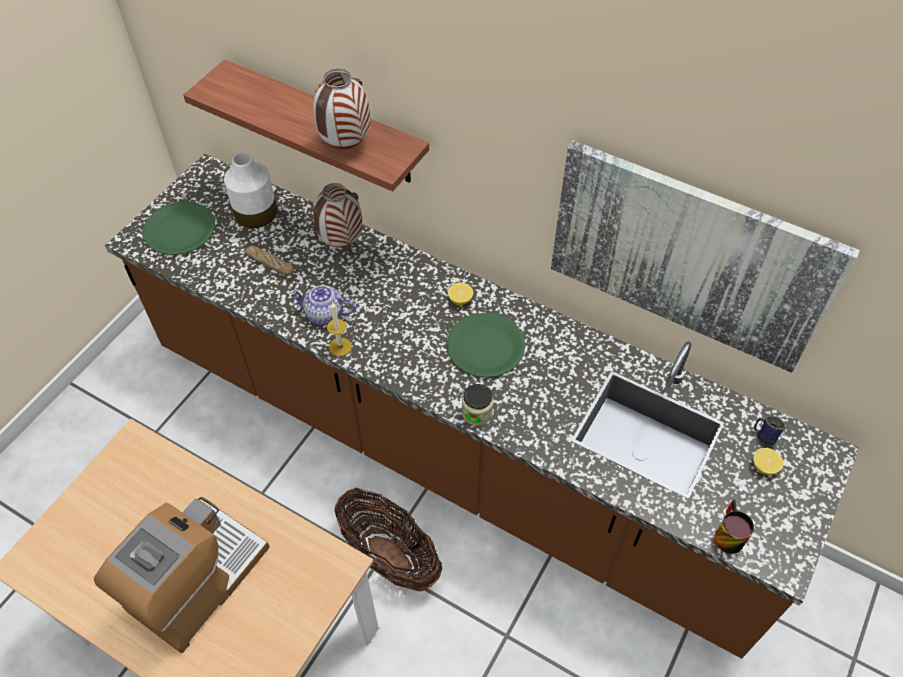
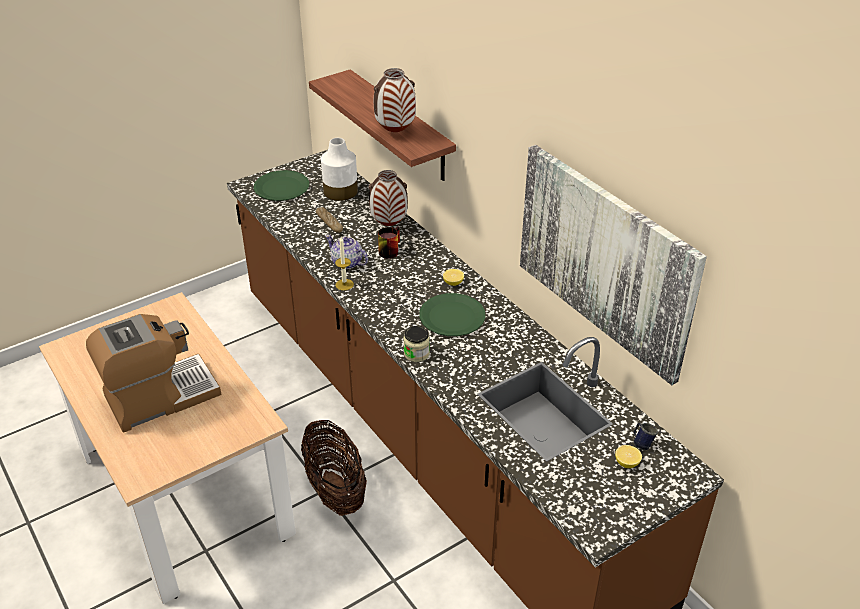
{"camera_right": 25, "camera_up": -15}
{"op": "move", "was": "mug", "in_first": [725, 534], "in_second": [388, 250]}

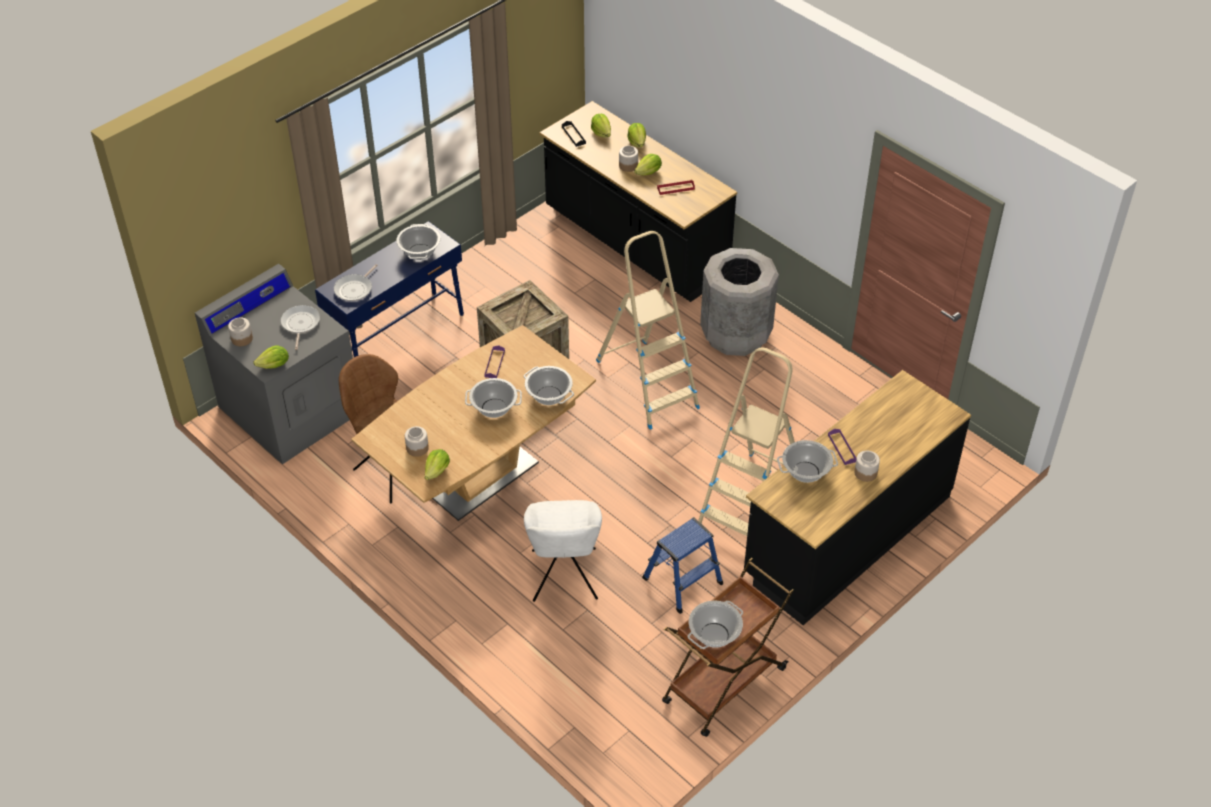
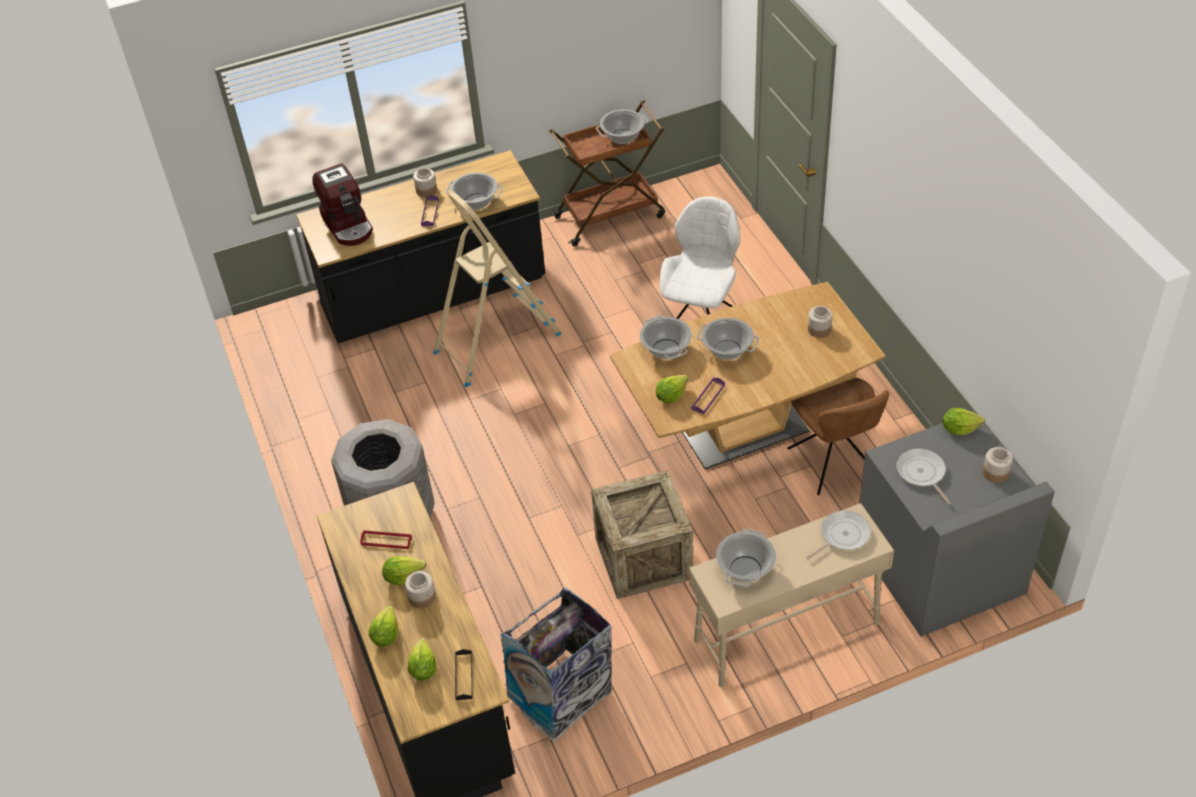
{"camera_right": -155, "camera_up": 0}
{"op": "delete", "was": "beige step ladder", "in_first": [647, 384]}
{"op": "delete", "was": "blue step ladder", "in_first": [682, 580]}
{"op": "insert", "now": "coffee machine", "in_second": [348, 225]}
{"op": "insert", "now": "trash can", "in_second": [561, 693]}
{"op": "move", "was": "lettuce", "in_first": [437, 471], "in_second": [671, 396]}
{"op": "recolor", "was": "blue console table", "now": "beige console table", "in_first": [398, 336], "in_second": [785, 631]}
{"op": "rotate", "was": "frying pan", "in_first": [300, 324], "in_second": [922, 473], "clockwise": 135}

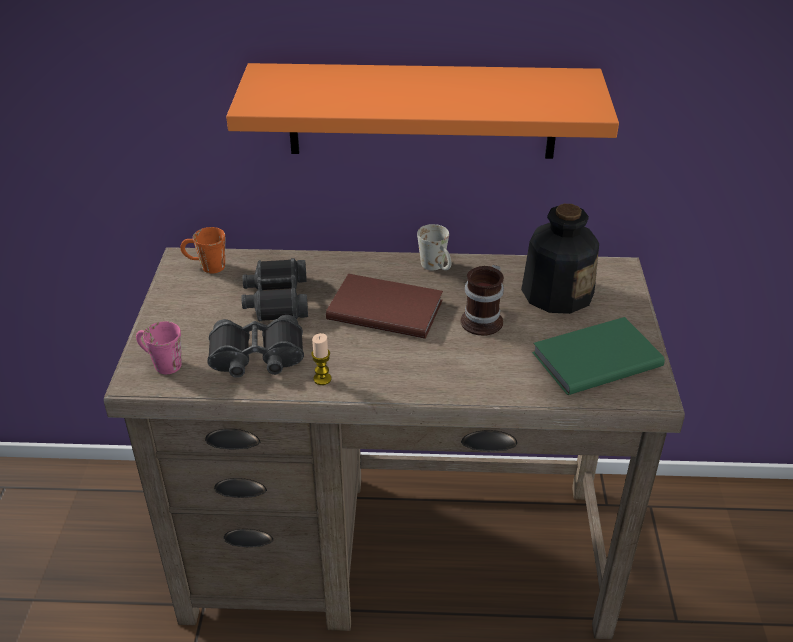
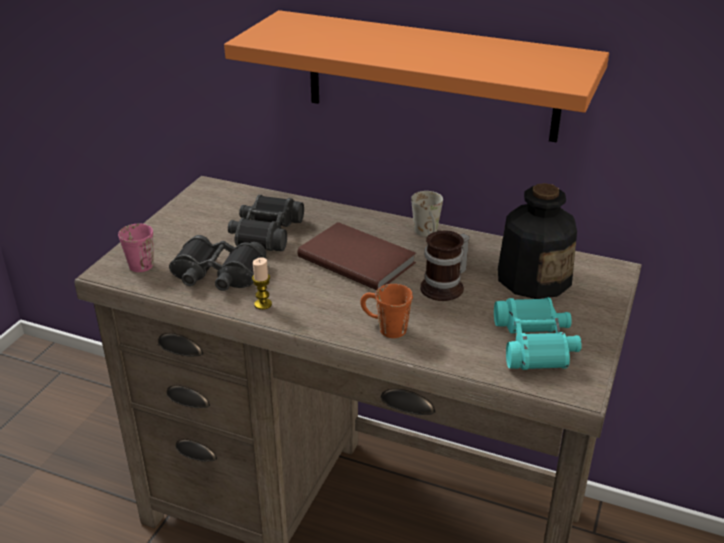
{"camera_right": 20, "camera_up": -5}
{"op": "move", "was": "orange mug", "in_first": [205, 266], "in_second": [384, 327]}
{"op": "replace", "was": "green book", "now": "turquoise binoculars", "in_first": [593, 358], "in_second": [535, 344]}

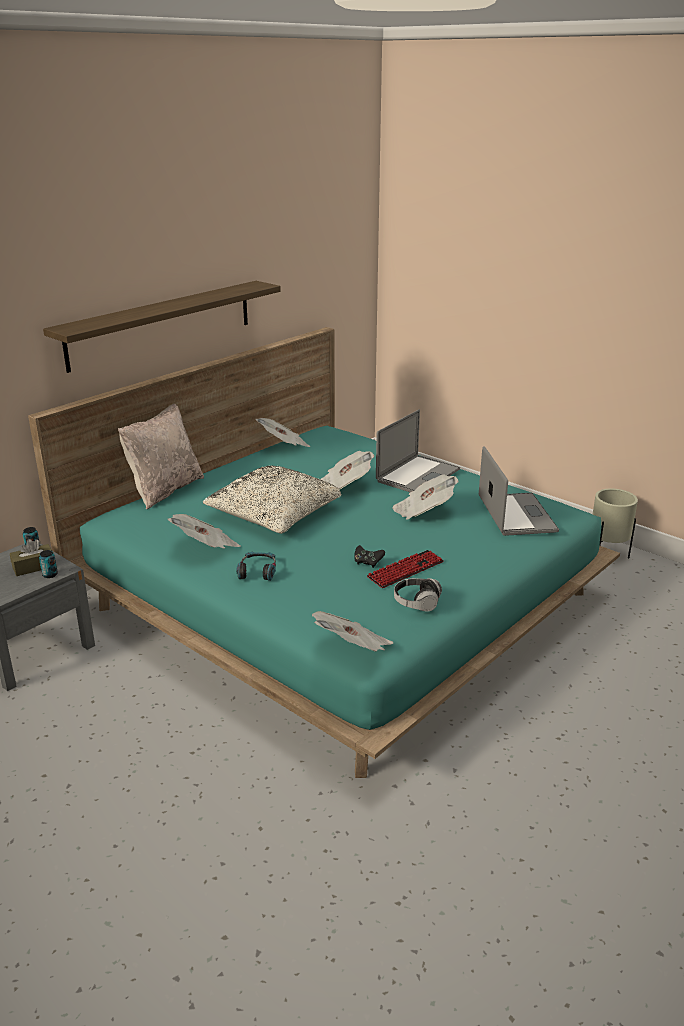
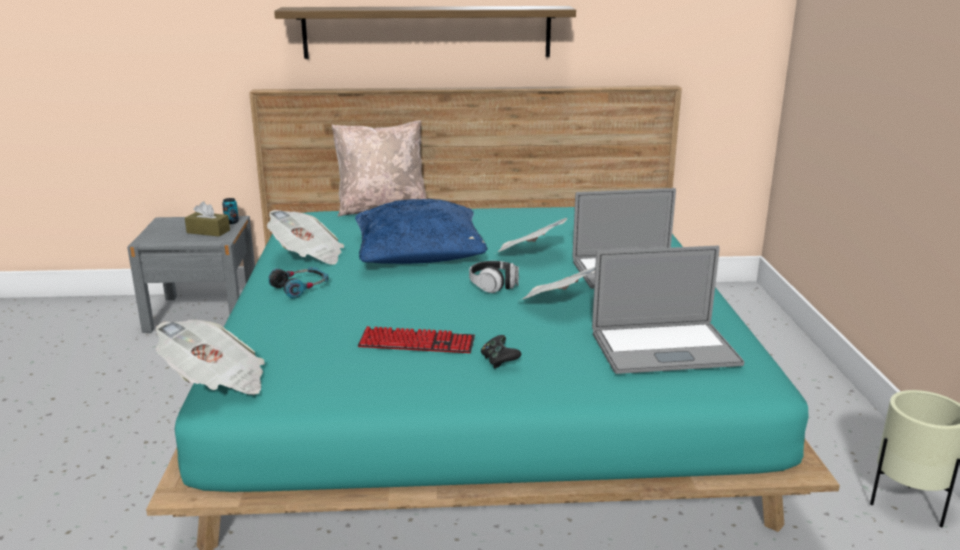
{"camera_right": 45, "camera_up": -5}
{"op": "delete", "was": "can", "in_first": [50, 575]}
{"op": "delete", "was": "newspaper", "in_first": [284, 445]}
{"op": "move", "was": "black game controller", "in_first": [367, 562], "in_second": [499, 361]}
{"op": "move", "was": "headphones", "in_first": [416, 603], "in_second": [494, 286]}
{"op": "recolor", "was": "beige pillow", "now": "blue pillow", "in_first": [275, 512], "in_second": [420, 252]}
{"op": "rotate", "was": "laptop", "in_first": [516, 514], "in_second": [664, 348], "clockwise": 45}

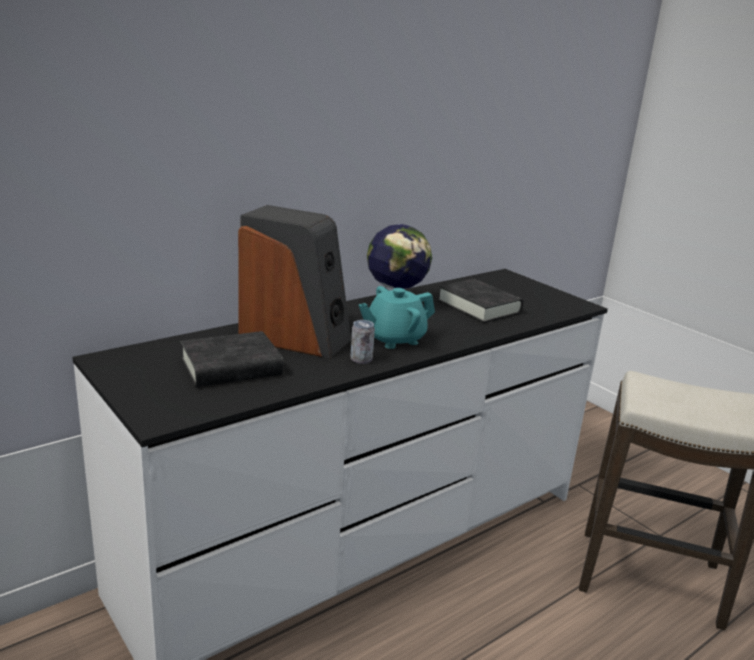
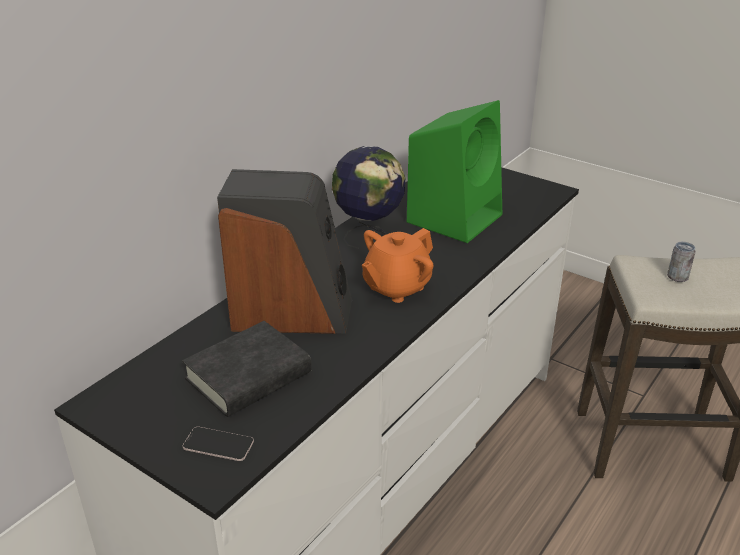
{"camera_right": -15, "camera_up": 10}
{"op": "insert", "now": "phone", "in_second": [218, 444]}
{"op": "move", "was": "can", "in_first": [361, 359], "in_second": [677, 277]}
{"op": "replace", "was": "black book", "now": "green speaker", "in_first": [479, 307], "in_second": [455, 217]}
{"op": "recolor", "was": "turquoise teapot", "now": "orange teapot", "in_first": [394, 339], "in_second": [396, 287]}

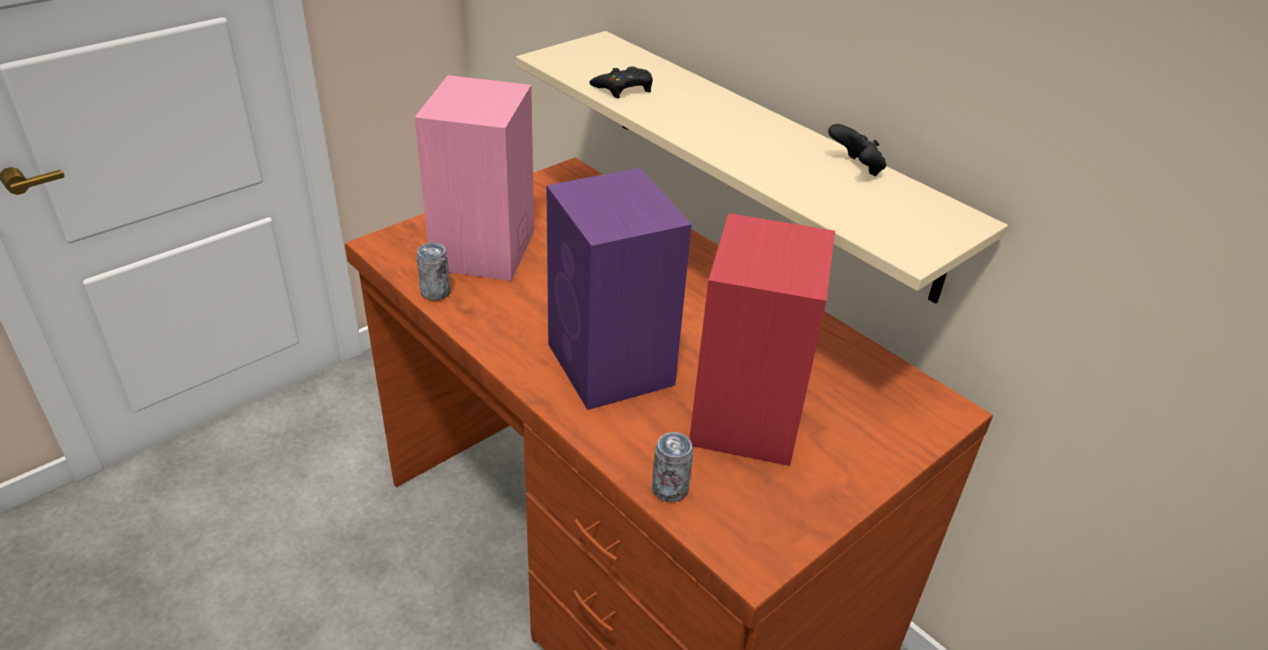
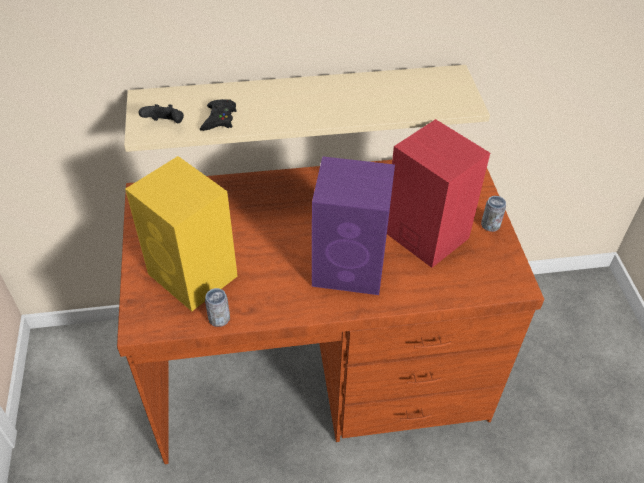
{"camera_right": -55, "camera_up": 10}
{"op": "move", "was": "can", "in_first": [669, 489], "in_second": [490, 225]}
{"op": "move", "was": "black game controller", "in_first": [855, 168], "in_second": [165, 125]}
{"op": "recolor", "was": "pink speaker", "now": "yellow speaker", "in_first": [483, 251], "in_second": [194, 276]}

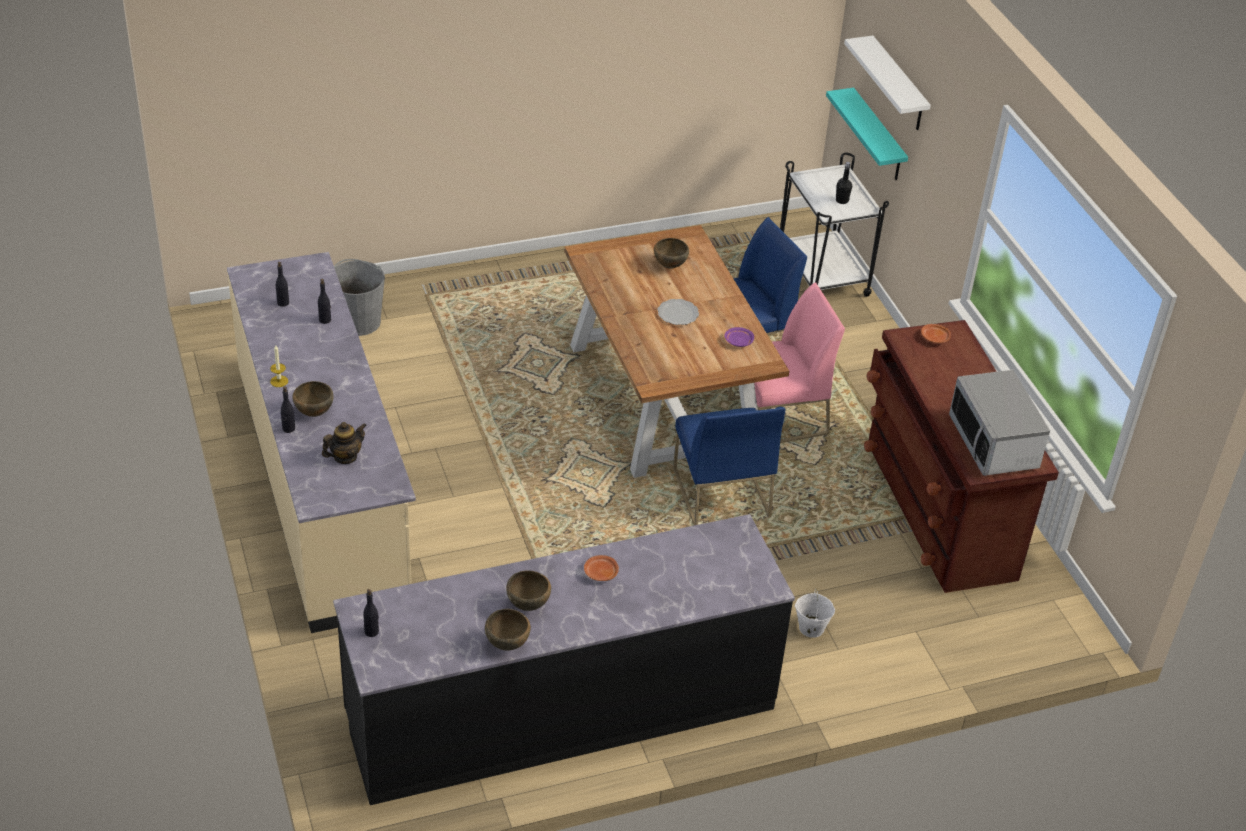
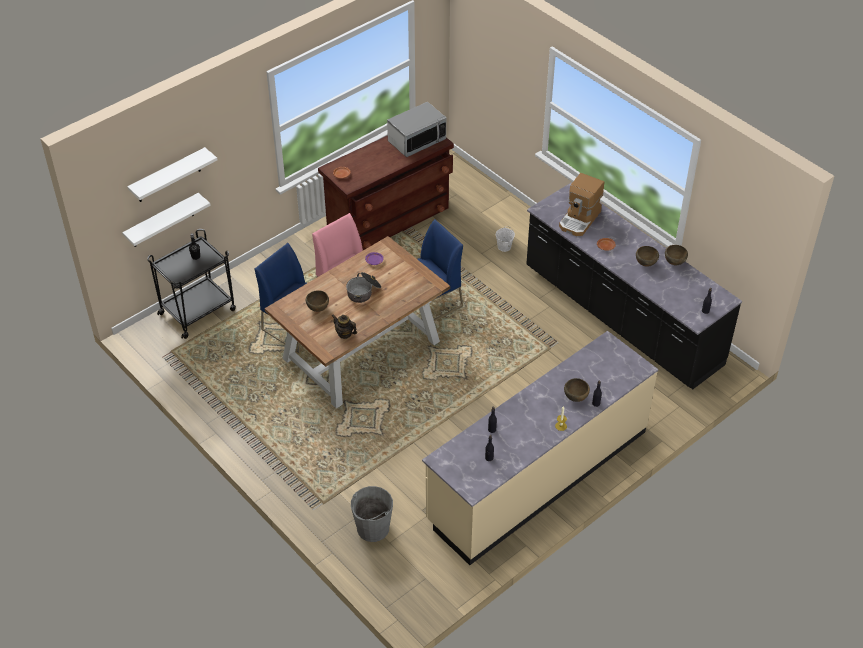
{"camera_right": -110, "camera_up": 5}
{"op": "insert", "now": "coffee machine", "in_second": [580, 219]}
{"op": "move", "was": "teapot", "in_first": [345, 457], "in_second": [344, 334]}
{"op": "replace", "was": "plate", "now": "cooking pot", "in_first": [678, 313], "in_second": [364, 292]}
{"op": "recolor", "was": "white cart", "now": "black cart", "in_first": [822, 277], "in_second": [198, 311]}
{"op": "recolor", "was": "turquoise shelf", "now": "white shelf", "in_first": [877, 136], "in_second": [162, 221]}

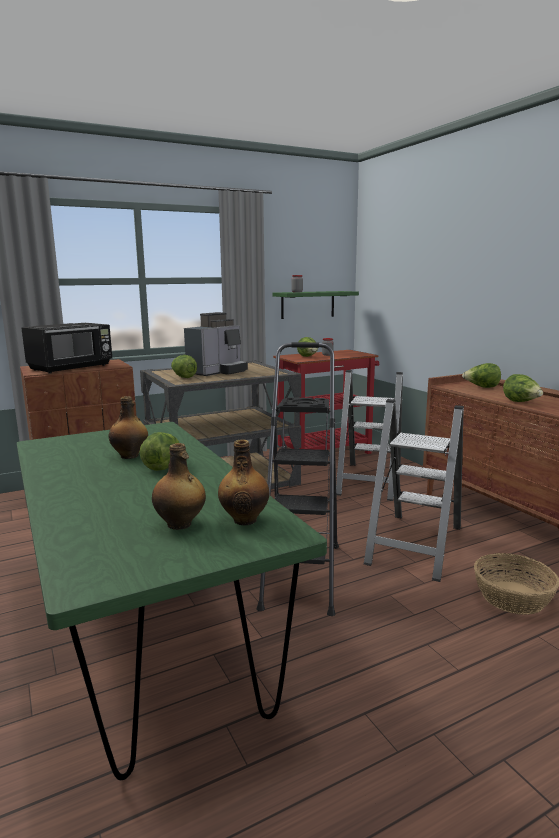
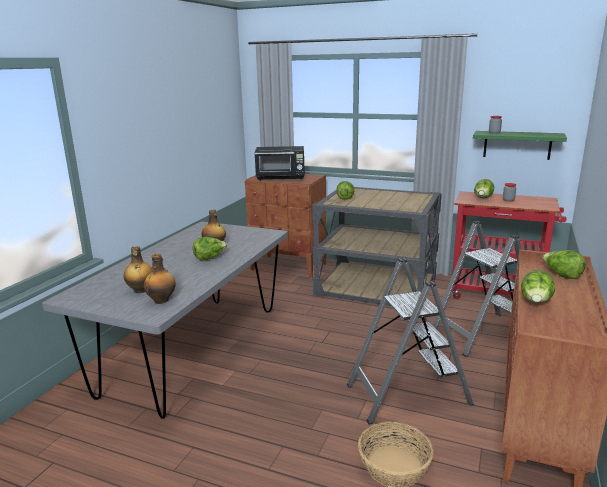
{"camera_right": 50, "camera_up": 5}
{"op": "delete", "was": "coffee machine", "in_first": [217, 372]}
{"op": "delete", "was": "step ladder", "in_first": [302, 573]}
{"op": "recolor", "was": "green dining table", "now": "grey dining table", "in_first": [149, 627], "in_second": [194, 350]}

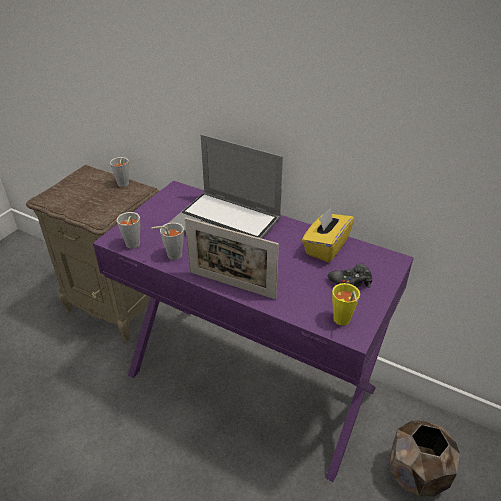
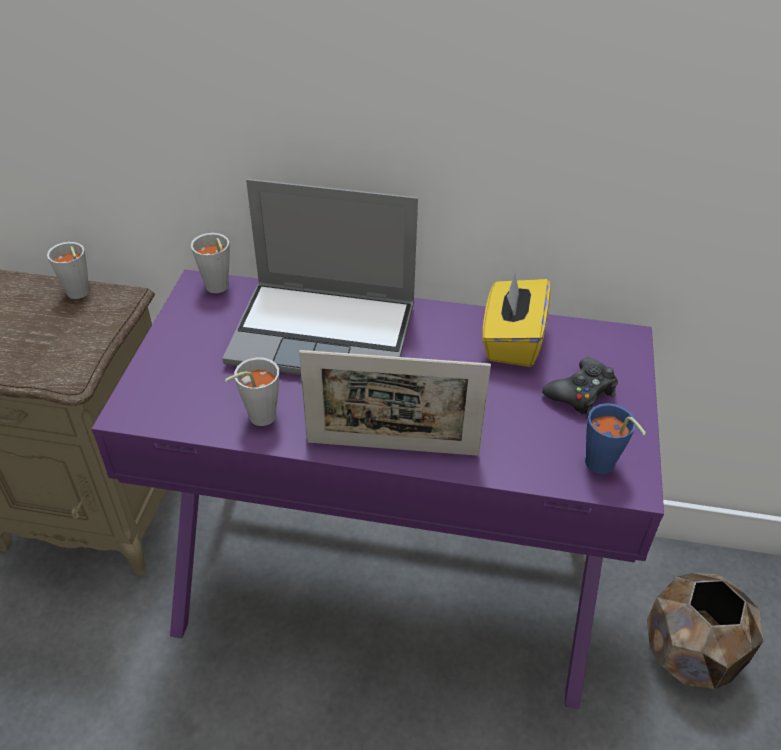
{"camera_right": -20, "camera_up": 5}
{"op": "move", "was": "grey cup", "in_first": [132, 246], "in_second": [218, 289]}
{"op": "recolor", "was": "yellow cup", "now": "blue cup", "in_first": [342, 322], "in_second": [603, 468]}

